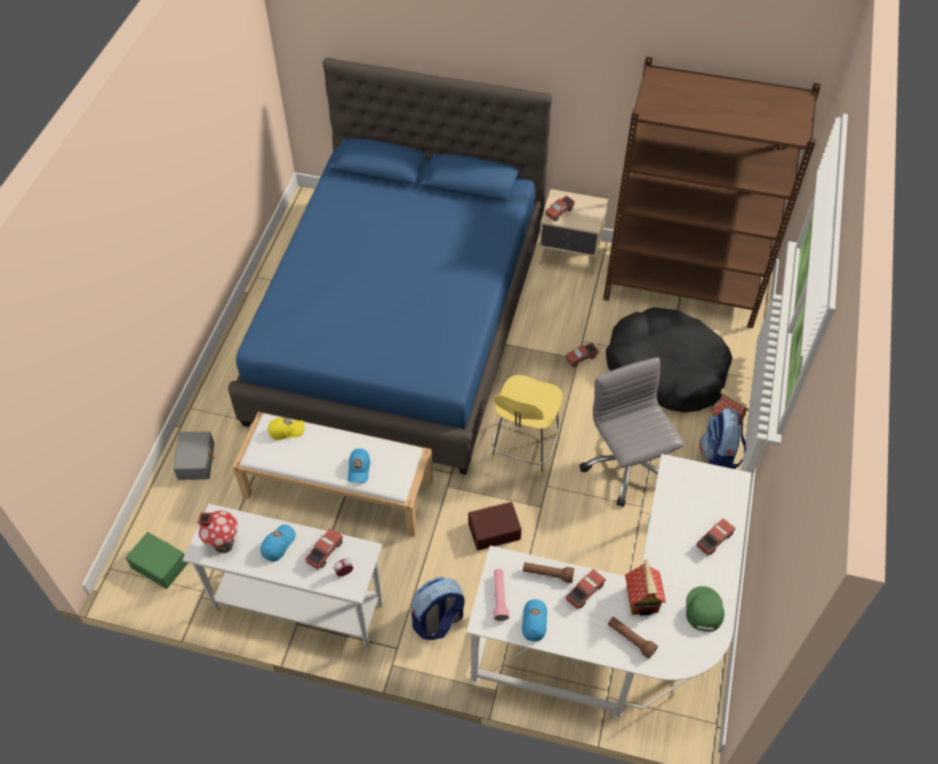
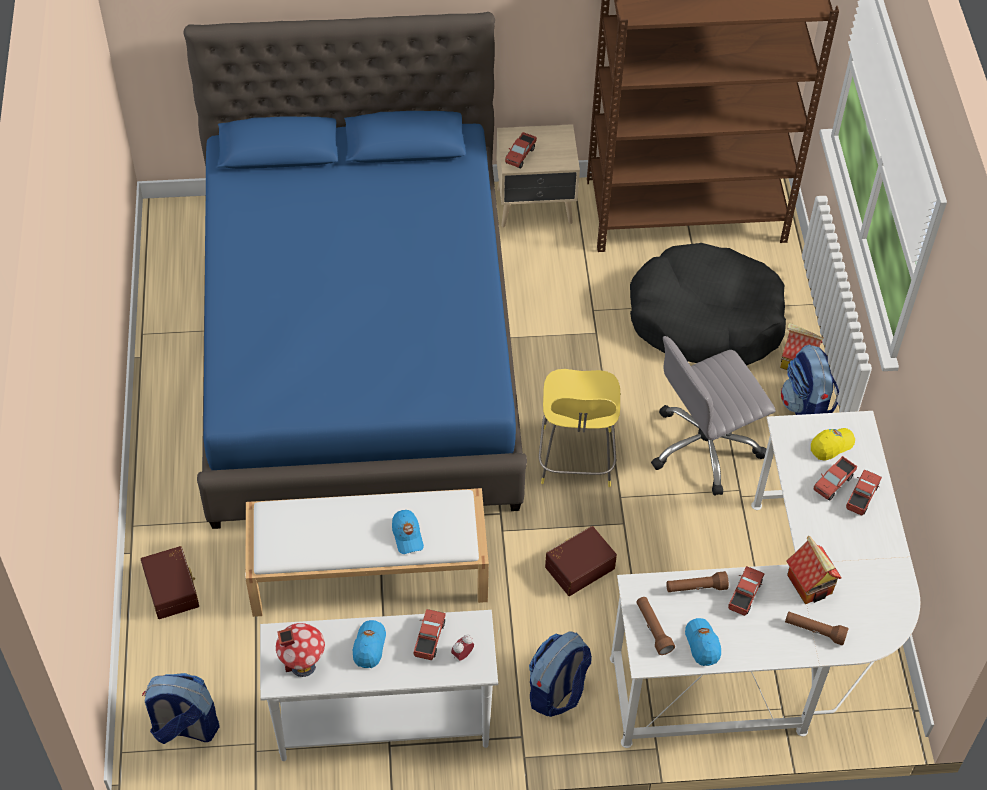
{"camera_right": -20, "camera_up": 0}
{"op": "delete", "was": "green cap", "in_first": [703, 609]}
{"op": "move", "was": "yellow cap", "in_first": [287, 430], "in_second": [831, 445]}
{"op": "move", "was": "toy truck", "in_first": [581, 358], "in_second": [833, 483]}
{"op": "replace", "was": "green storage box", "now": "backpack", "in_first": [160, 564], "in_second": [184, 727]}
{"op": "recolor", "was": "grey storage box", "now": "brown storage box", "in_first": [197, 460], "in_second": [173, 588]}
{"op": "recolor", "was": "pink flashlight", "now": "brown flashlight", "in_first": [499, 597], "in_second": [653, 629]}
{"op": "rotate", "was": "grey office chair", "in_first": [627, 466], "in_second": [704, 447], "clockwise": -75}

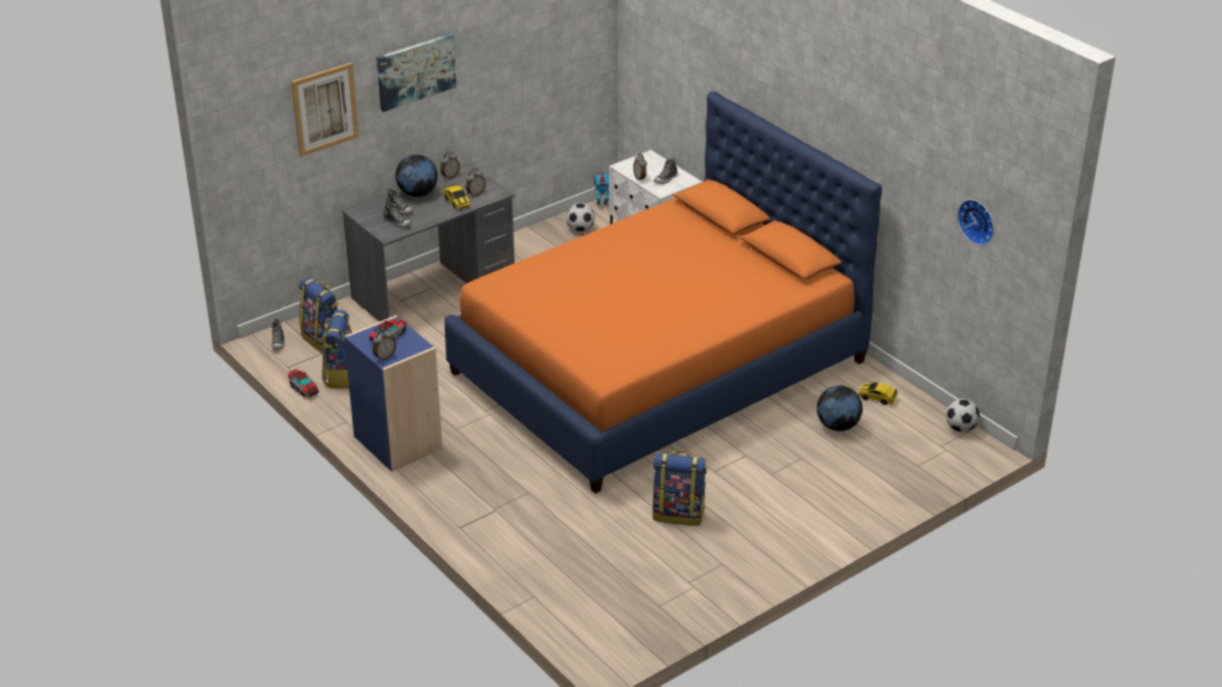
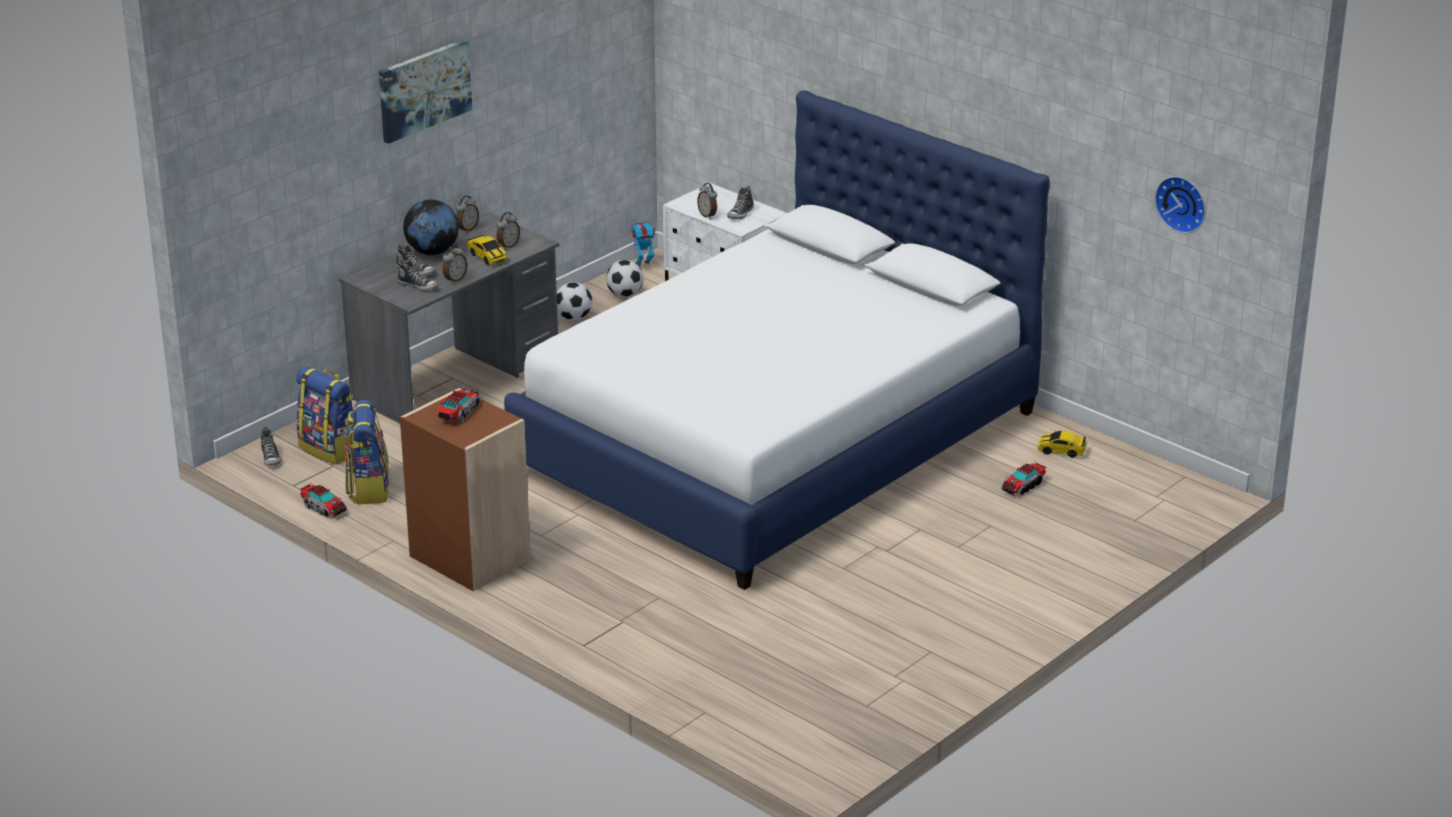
{"camera_right": -10, "camera_up": -5}
{"op": "delete", "was": "picture", "in_first": [325, 109]}
{"op": "delete", "was": "backpack", "in_first": [679, 514]}
{"op": "move", "was": "alarm clock", "in_first": [384, 357], "in_second": [454, 279]}
{"op": "move", "was": "football", "in_first": [960, 428], "in_second": [573, 318]}
{"op": "replace", "was": "globe", "now": "toy truck", "in_first": [837, 426], "in_second": [1023, 486]}
{"op": "recolor", "was": "blue bookcase", "now": "brown bookcase", "in_first": [396, 442], "in_second": [468, 557]}
{"op": "recolor", "was": "orange bed", "now": "white bed", "in_first": [659, 367], "in_second": [777, 441]}

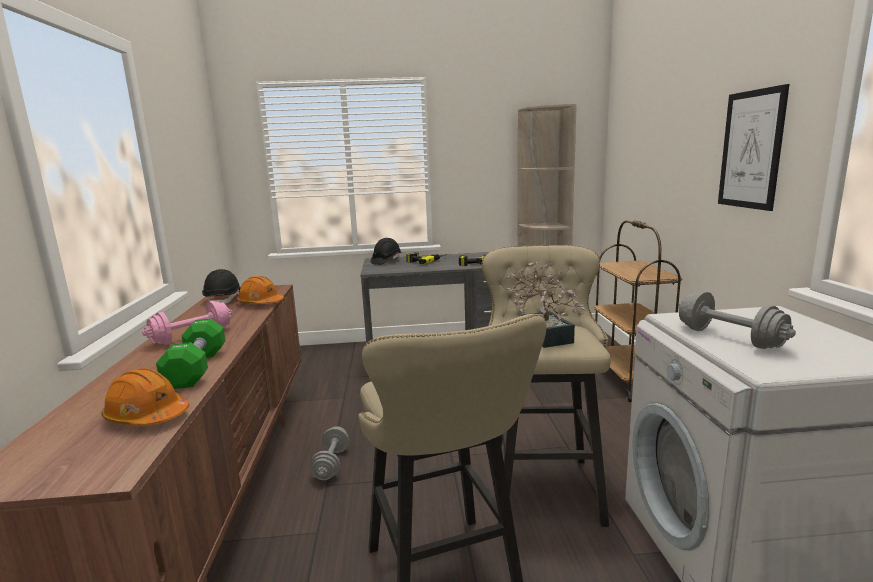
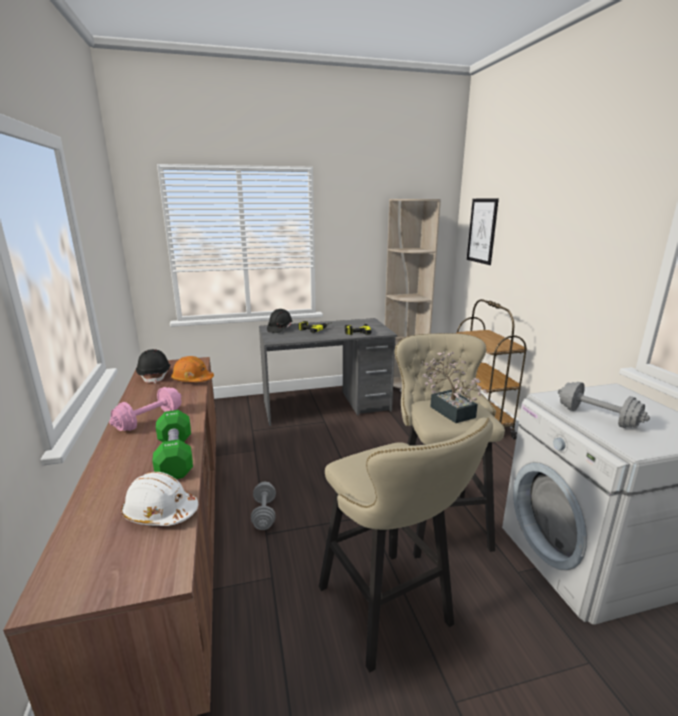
{"camera_right": -10, "camera_up": 5}
{"op": "move", "was": "picture", "in_first": [751, 150], "in_second": [482, 231]}
{"op": "recolor", "was": "orange hard hat", "now": "white hard hat", "in_first": [147, 416], "in_second": [160, 512]}

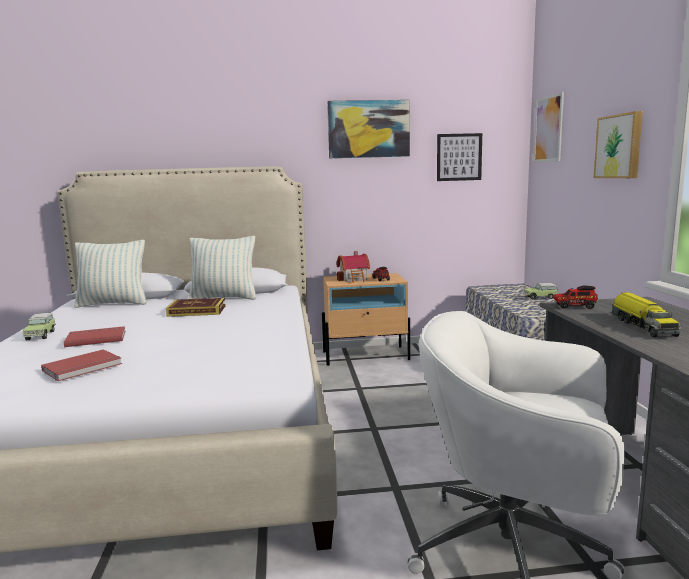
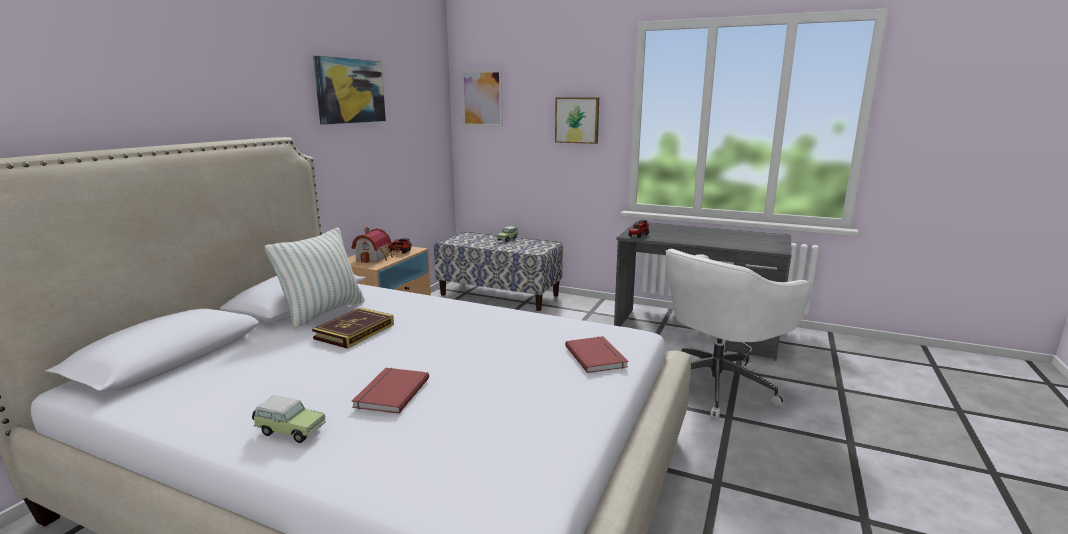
{"camera_right": -60, "camera_up": 5}
{"op": "delete", "was": "pillow", "in_first": [113, 304]}
{"op": "delete", "was": "picture", "in_first": [459, 157]}
{"op": "delete", "was": "toy truck", "in_first": [642, 326]}
{"op": "move", "was": "red book", "in_first": [83, 368], "in_second": [597, 356]}

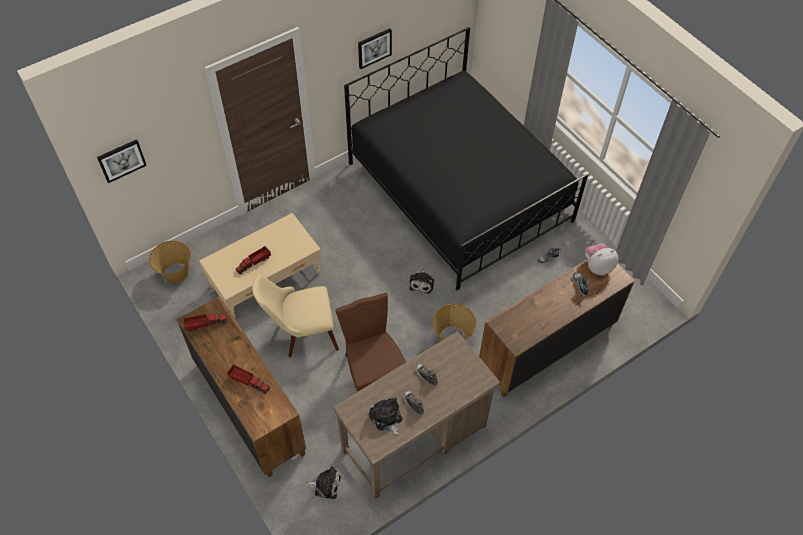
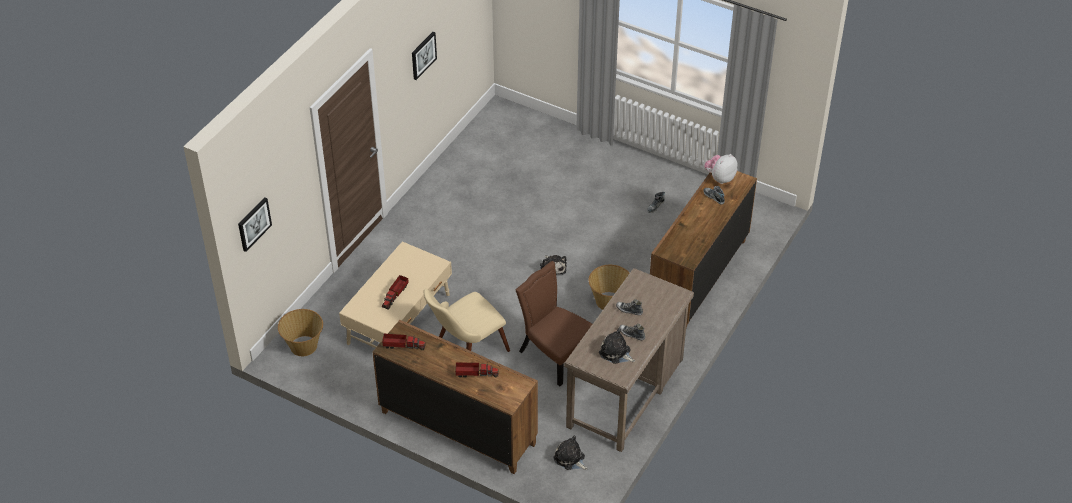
{"camera_right": -25, "camera_up": -10}
{"op": "delete", "was": "black bed", "in_first": [459, 191]}
{"op": "rotate", "was": "toy truck", "in_first": [205, 324], "in_second": [403, 345], "clockwise": 45}
{"op": "rotate", "was": "plush toy", "in_first": [326, 485], "in_second": [570, 459], "clockwise": -120}

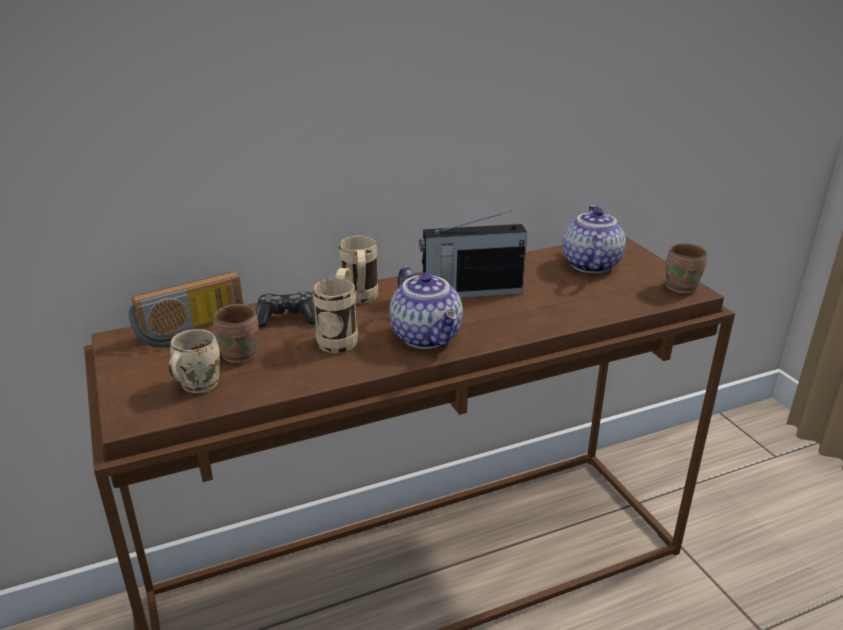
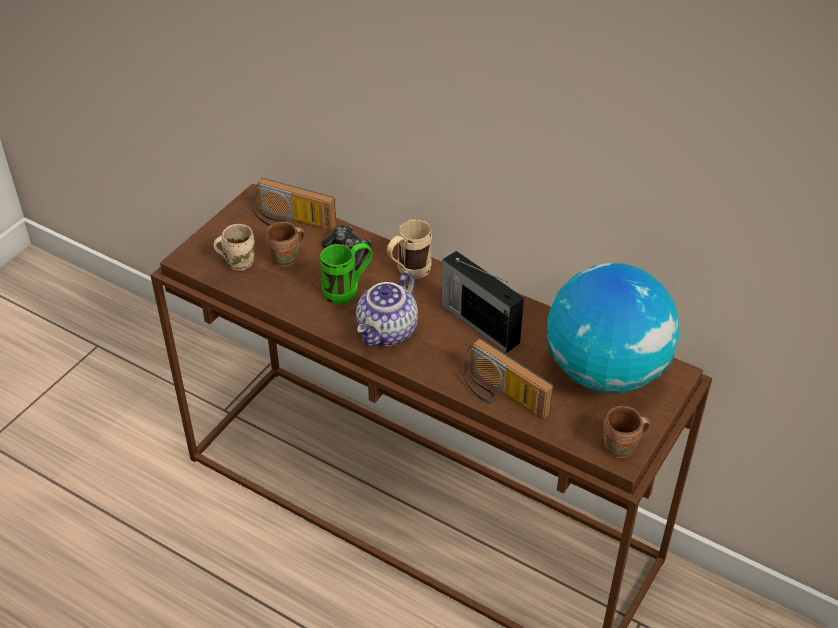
{"camera_right": 55, "camera_up": 15}
{"op": "insert", "now": "radio", "in_second": [501, 396]}
{"op": "replace", "was": "teapot", "now": "globe", "in_first": [589, 264], "in_second": [605, 372]}
{"op": "recolor", "was": "beige mug", "now": "green mug", "in_first": [341, 337], "in_second": [348, 291]}

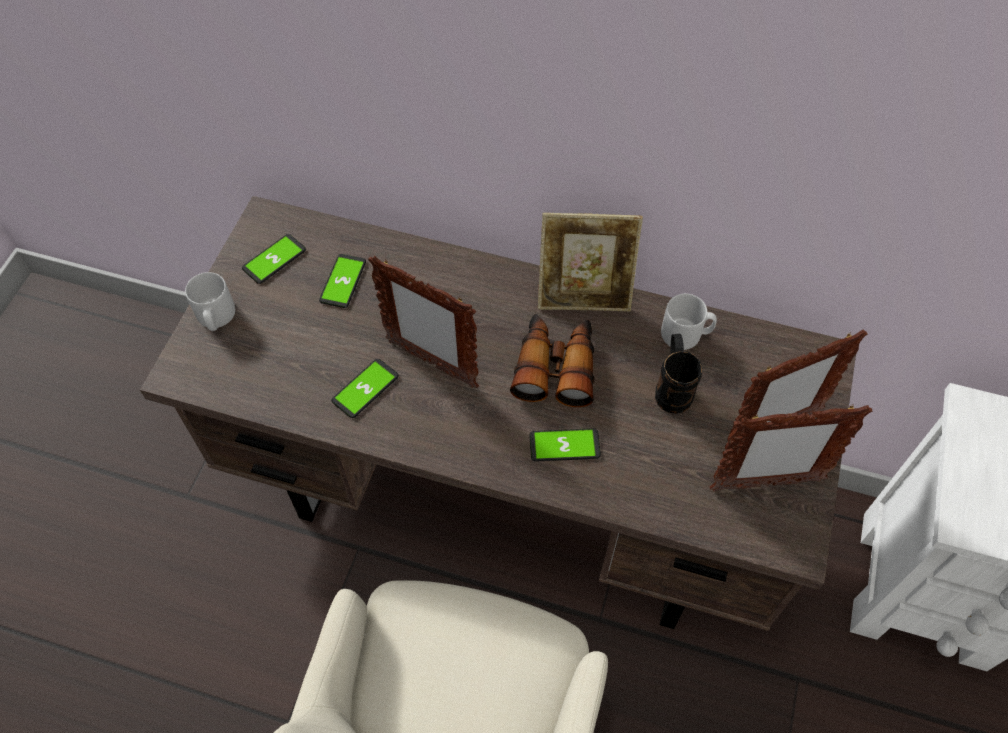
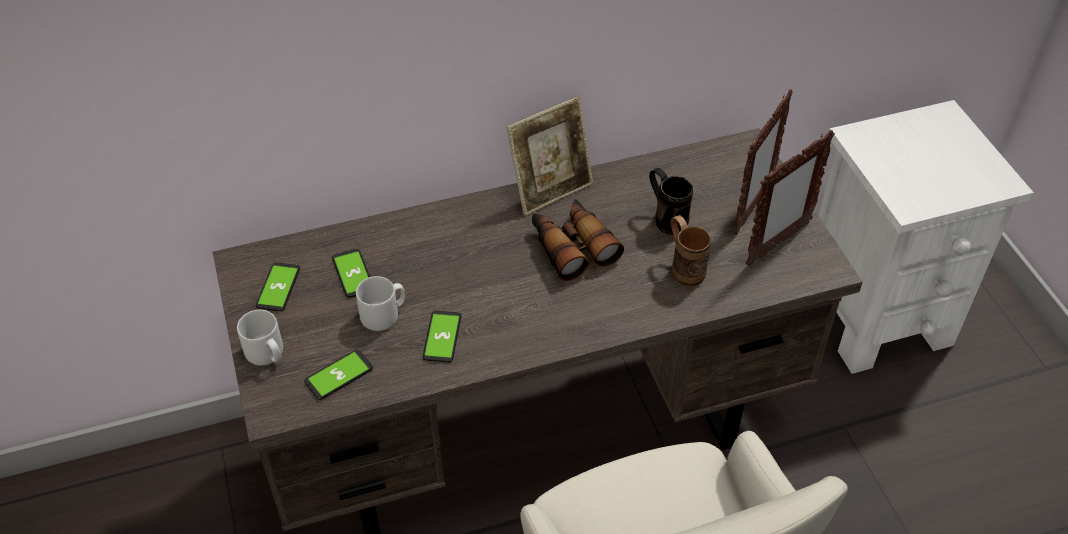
{"camera_right": -35, "camera_up": -10}
{"op": "delete", "was": "picture frame", "in_first": [431, 363]}
{"op": "insert", "now": "brown mug", "in_second": [684, 267]}
{"op": "move", "was": "phone", "in_first": [564, 445], "in_second": [339, 375]}
{"op": "move", "was": "grey mug", "in_first": [686, 334], "in_second": [384, 315]}

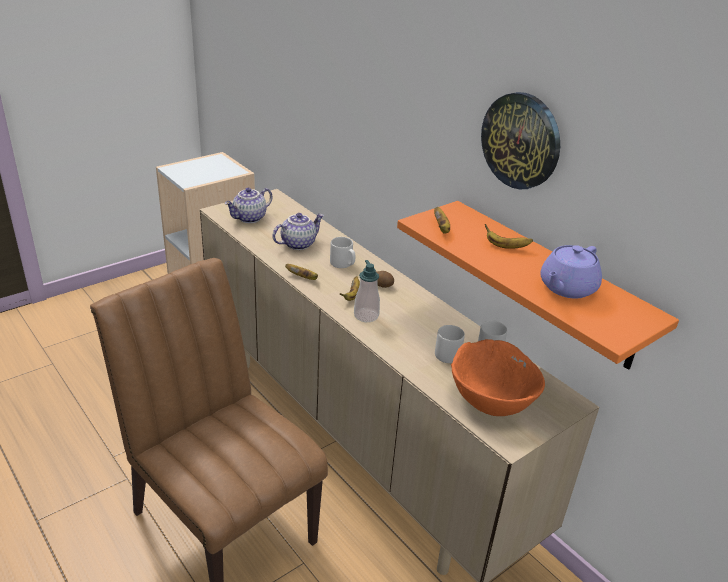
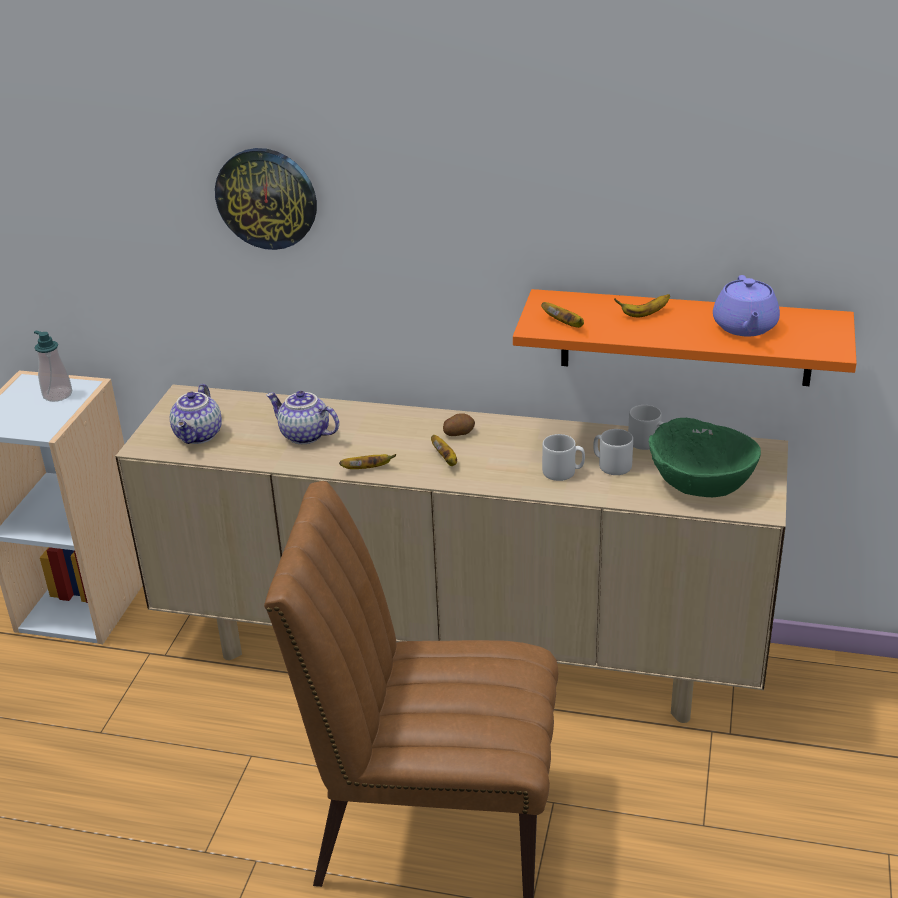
{"camera_right": -35, "camera_up": 0}
{"op": "move", "was": "grey mug", "in_first": [343, 264], "in_second": [563, 472]}
{"op": "move", "was": "soap dispenser", "in_first": [366, 316], "in_second": [57, 395]}
{"op": "move", "was": "wall clock", "in_first": [521, 141], "in_second": [267, 198]}
{"op": "recolor", "was": "orange bowl", "now": "green bowl", "in_first": [492, 397], "in_second": [701, 481]}
{"op": "rotate", "was": "teapot", "in_first": [298, 244], "in_second": [303, 436], "clockwise": -75}

